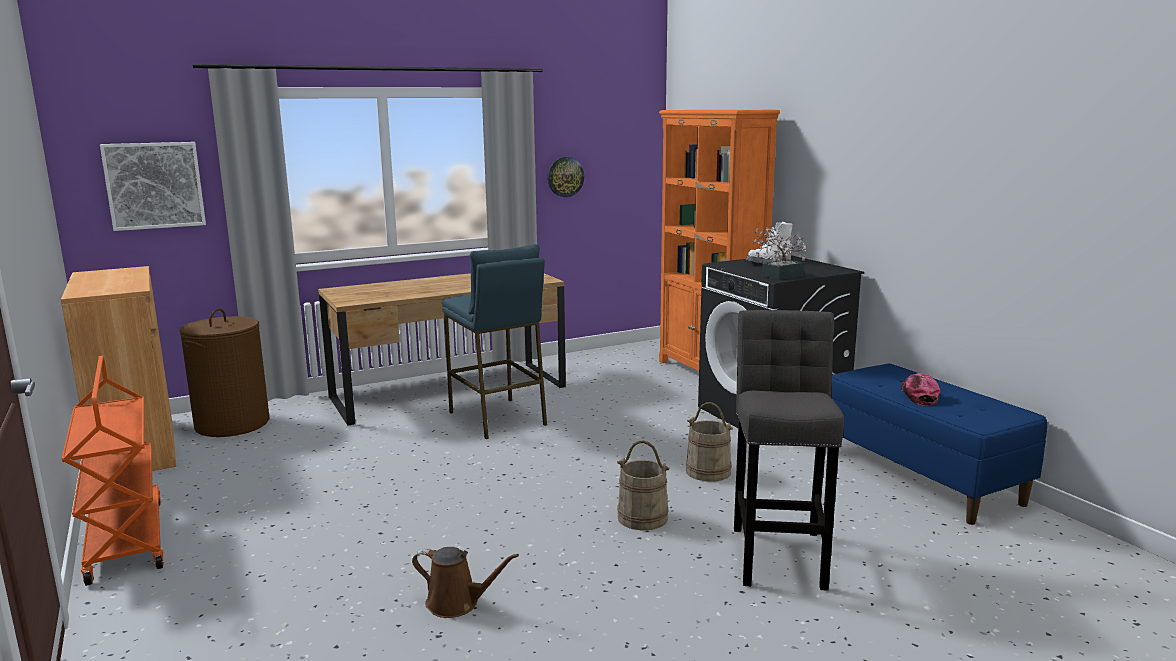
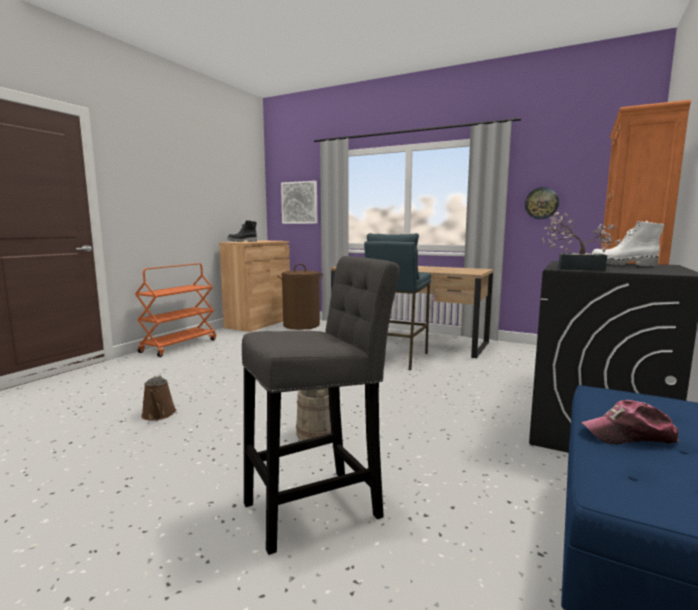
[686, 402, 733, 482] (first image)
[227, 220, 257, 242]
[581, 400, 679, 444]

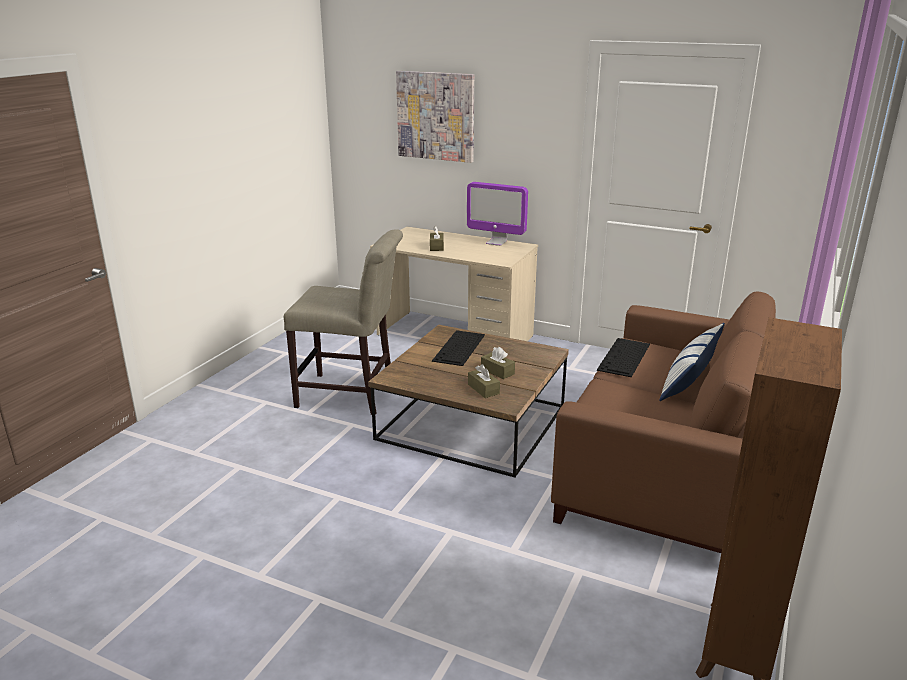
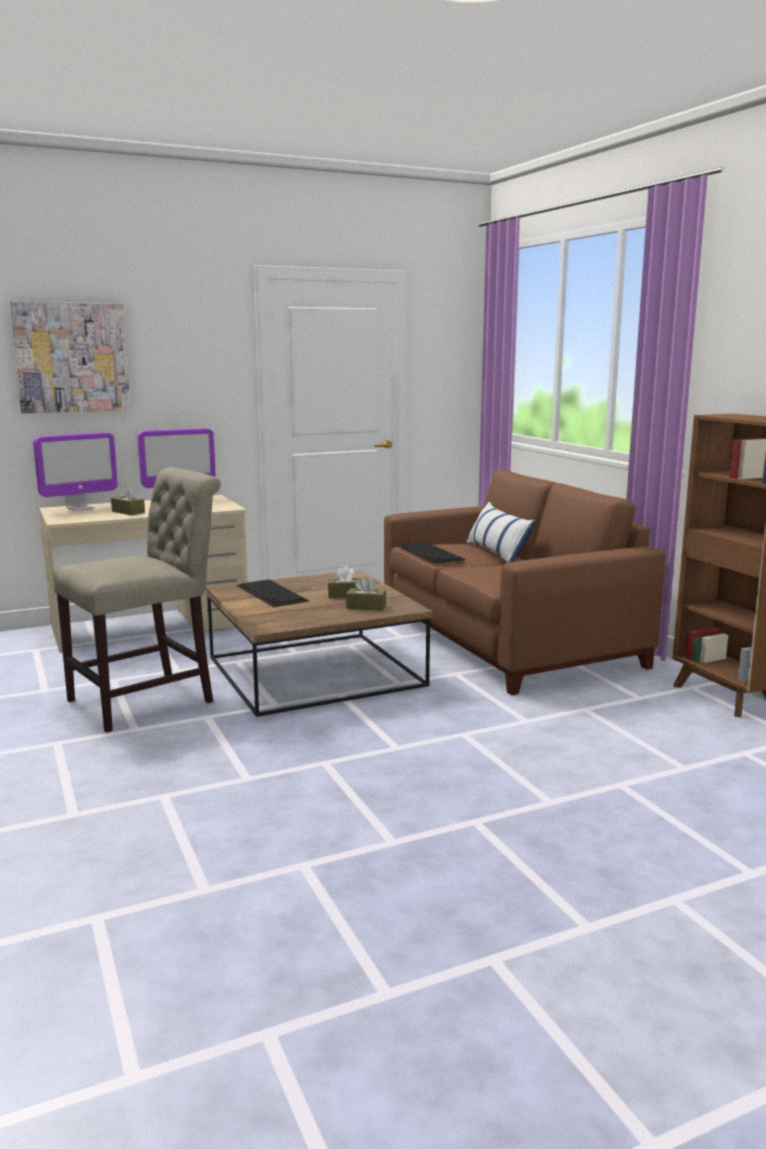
[33, 432, 118, 511]

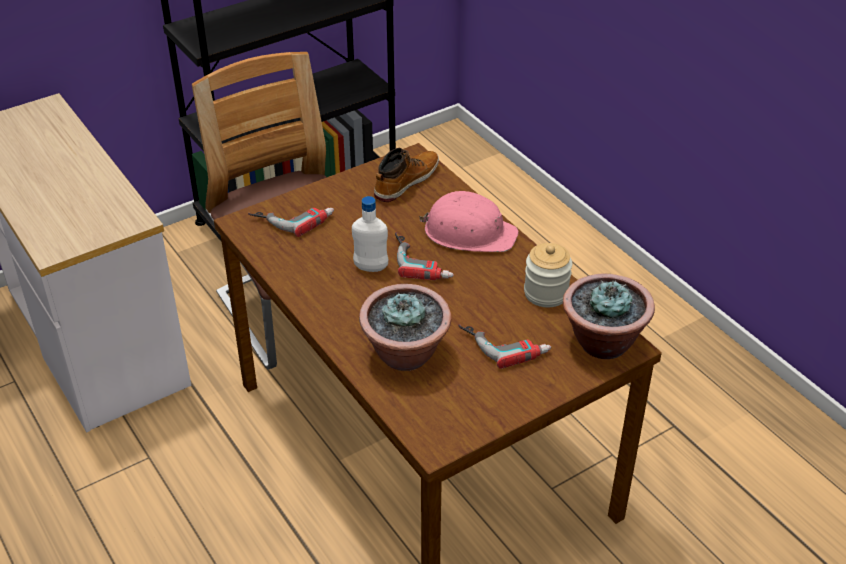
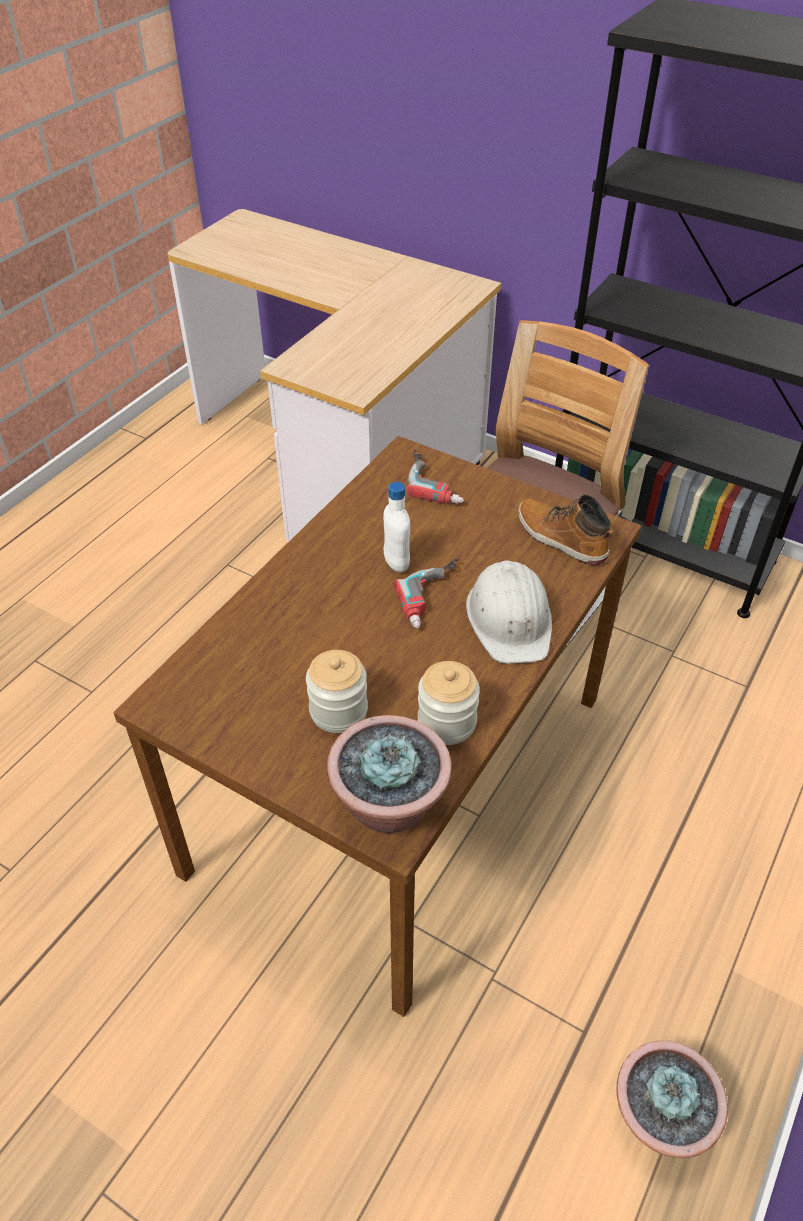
[617, 1041, 728, 1158]
[306, 650, 368, 733]
[466, 561, 552, 664]
[518, 494, 614, 565]

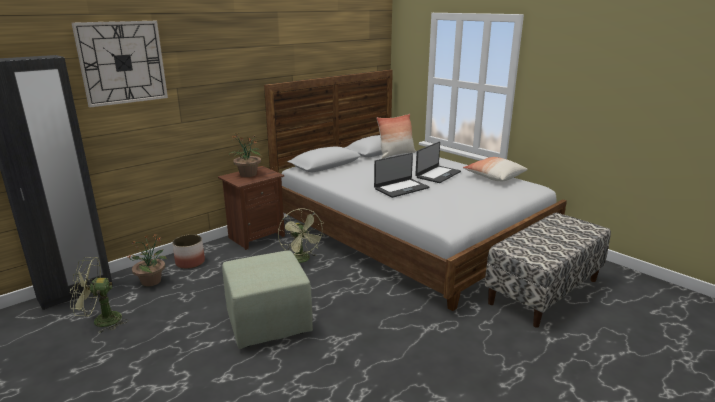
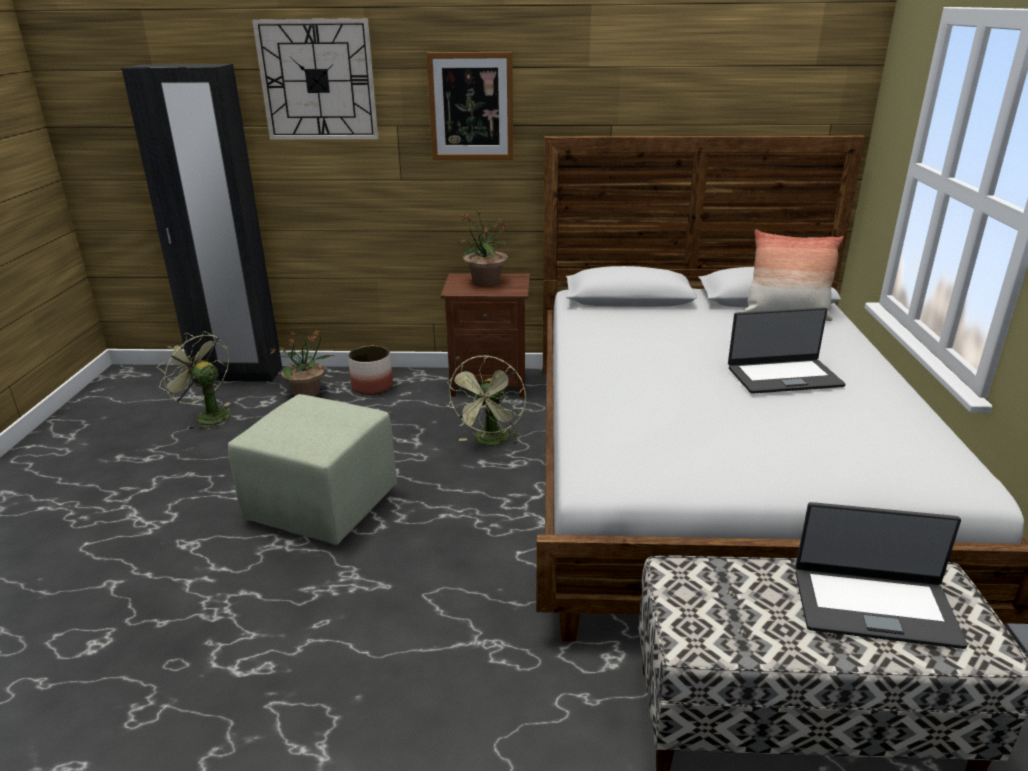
[463, 157, 528, 181] (first image)
[426, 52, 513, 160]
[796, 502, 968, 649]

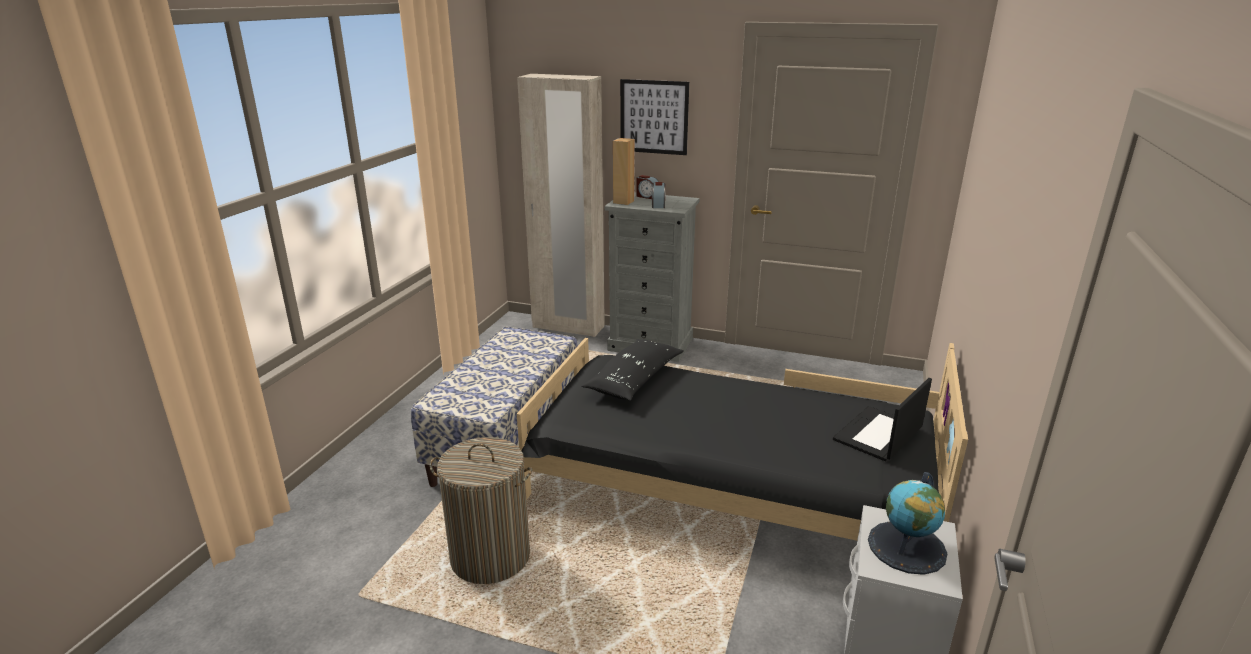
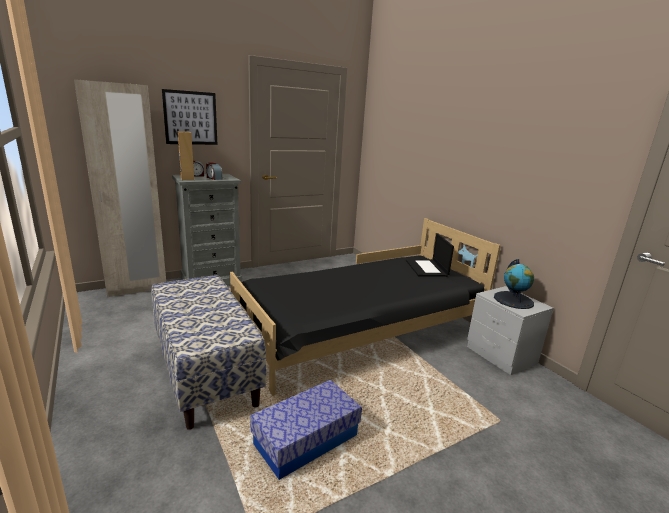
[581, 339, 684, 401] (first image)
[250, 380, 362, 480]

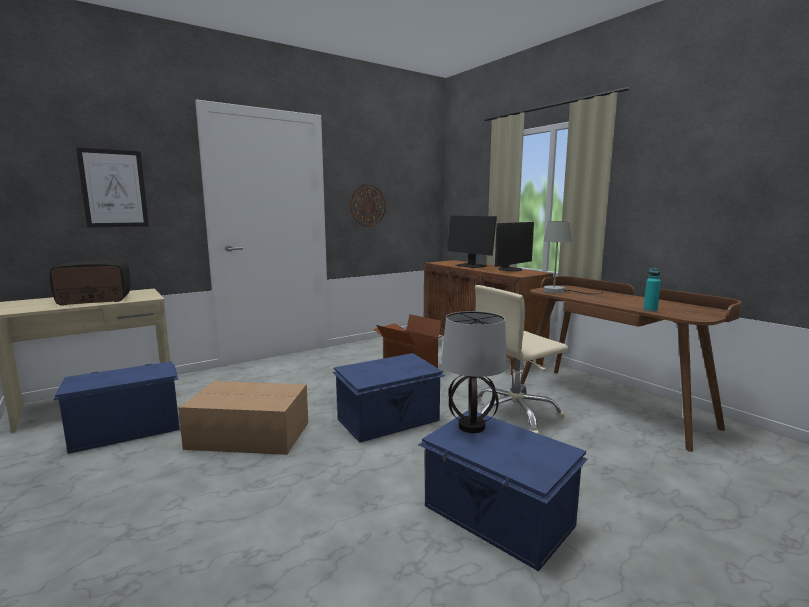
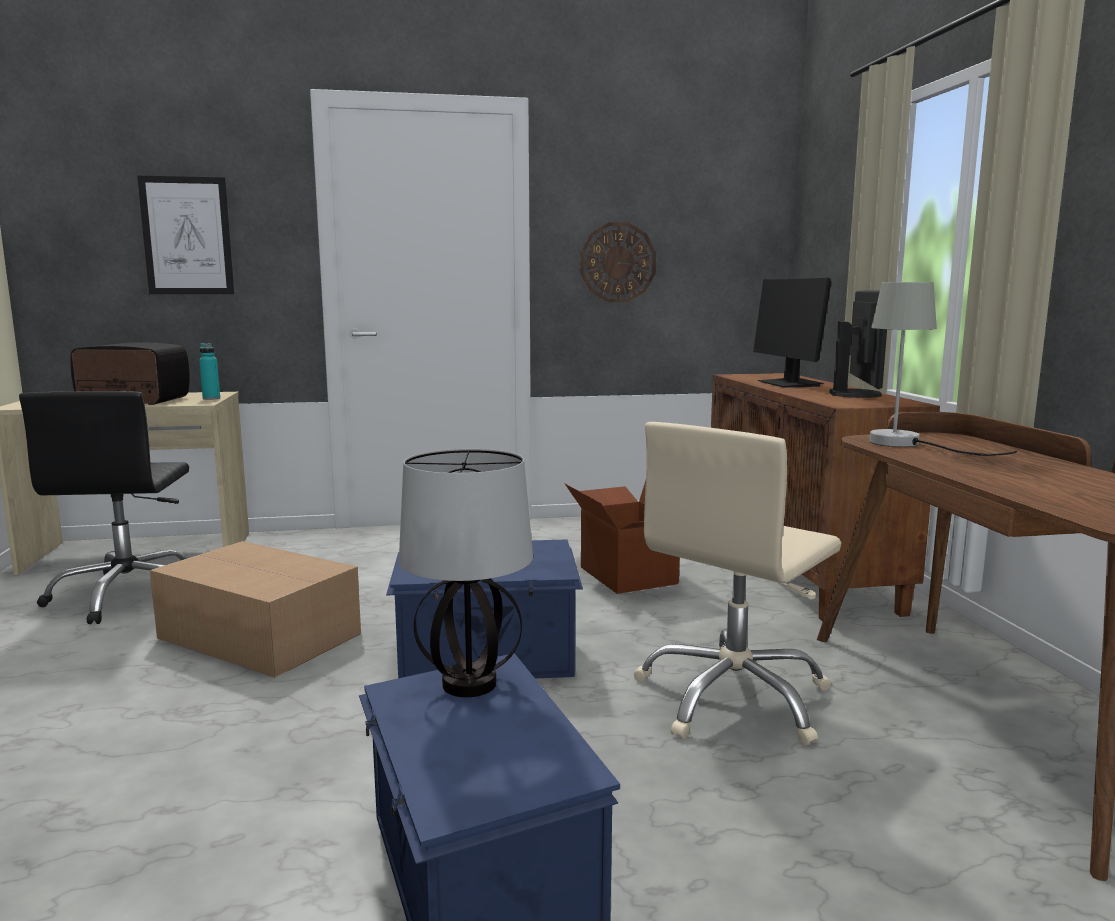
[199, 343, 220, 400]
[19, 391, 189, 624]
[634, 422, 841, 746]
[830, 291, 887, 398]

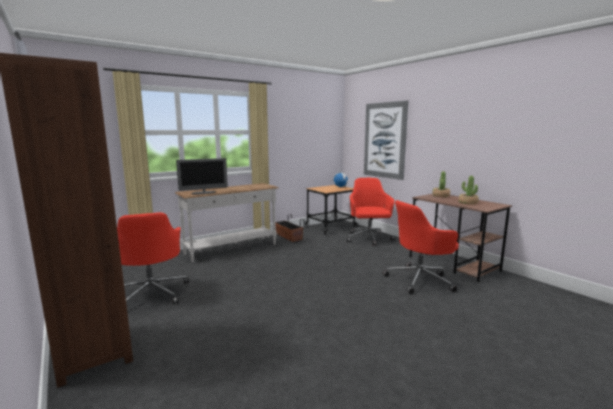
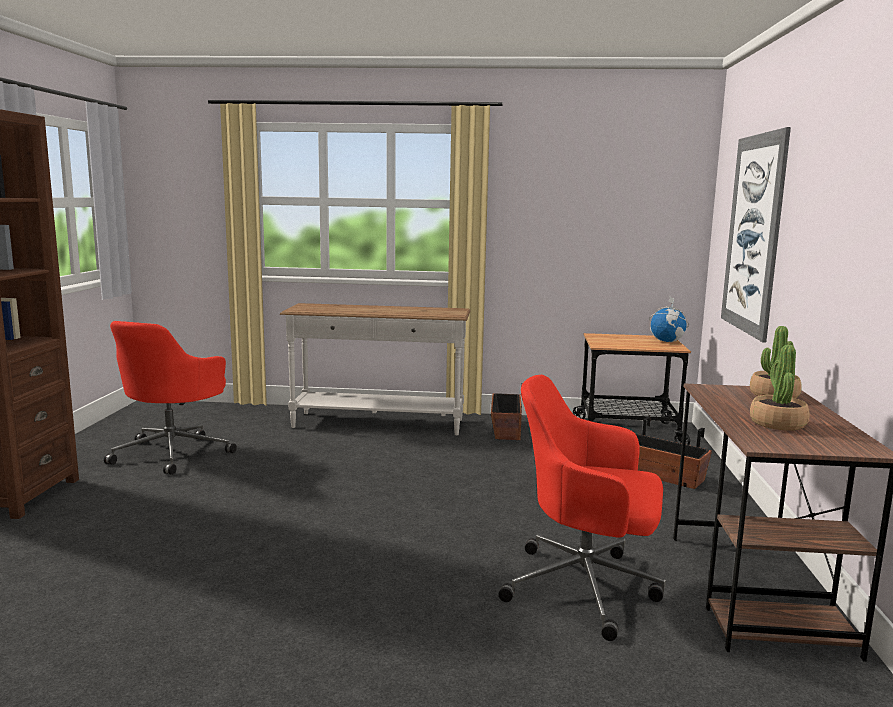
[176, 158, 228, 194] (first image)
[636, 417, 712, 489]

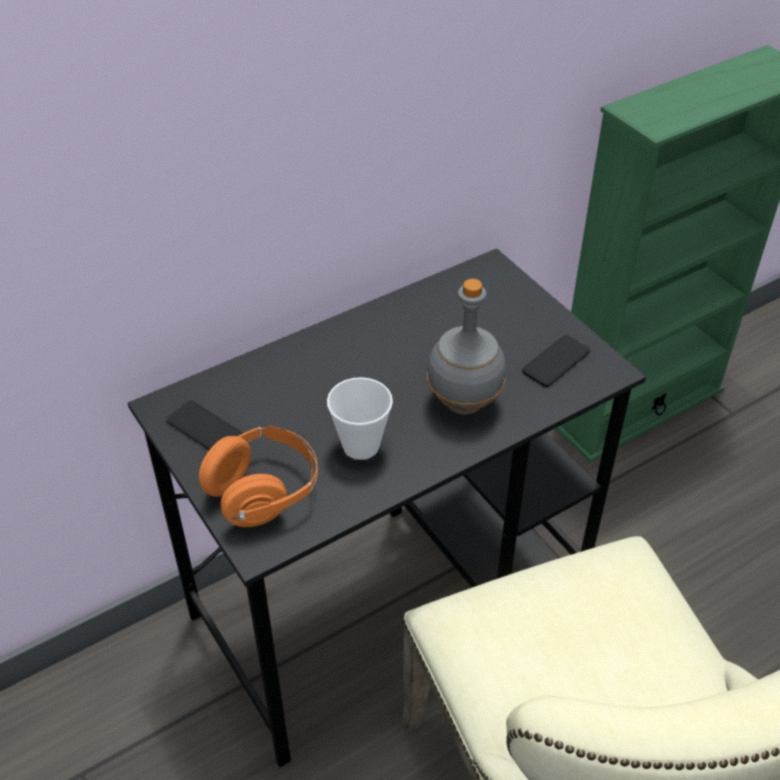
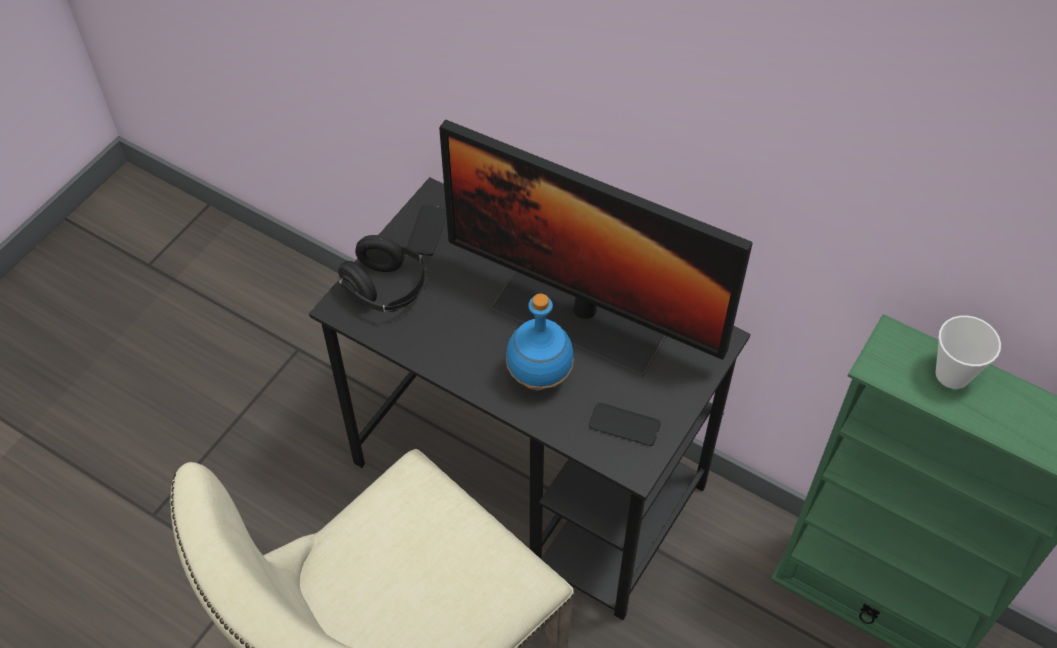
[439, 120, 753, 377]
[936, 316, 1001, 389]
[337, 235, 428, 312]
[506, 293, 574, 390]

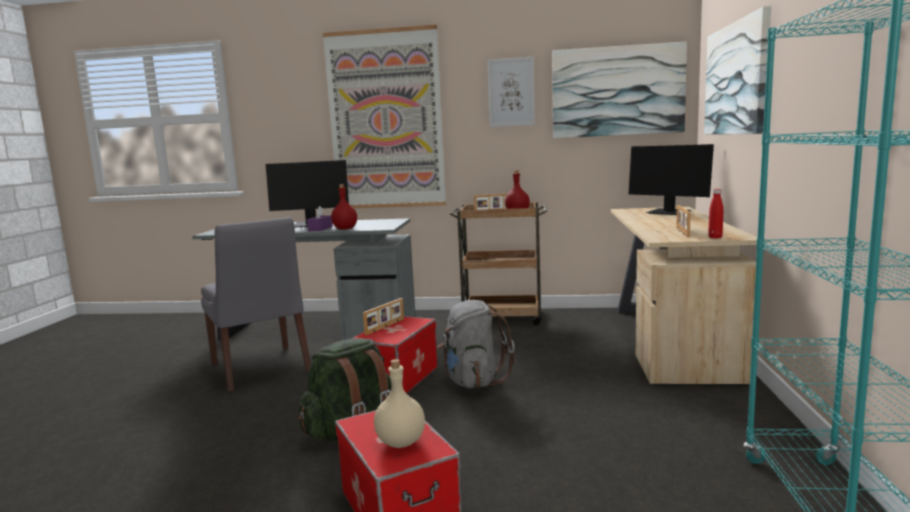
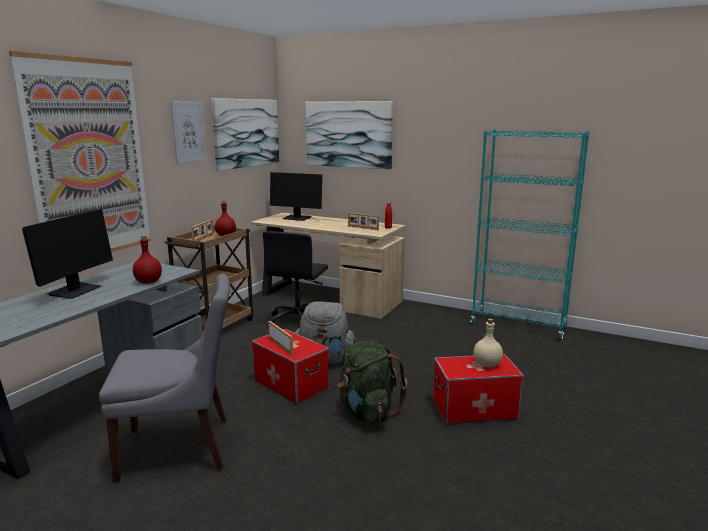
[307, 206, 333, 231] (first image)
[263, 231, 328, 328]
[270, 172, 322, 221]

